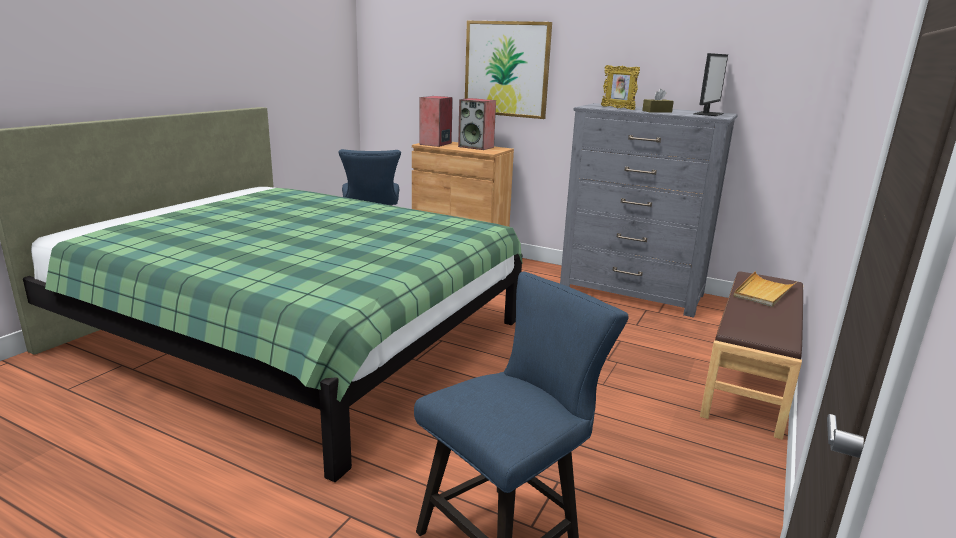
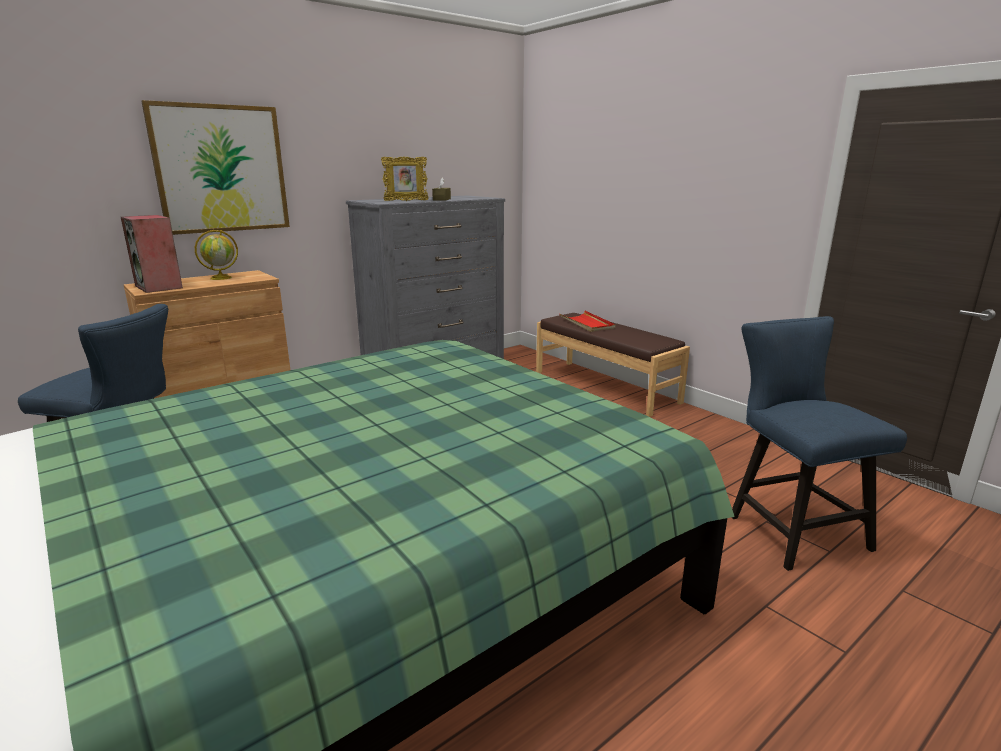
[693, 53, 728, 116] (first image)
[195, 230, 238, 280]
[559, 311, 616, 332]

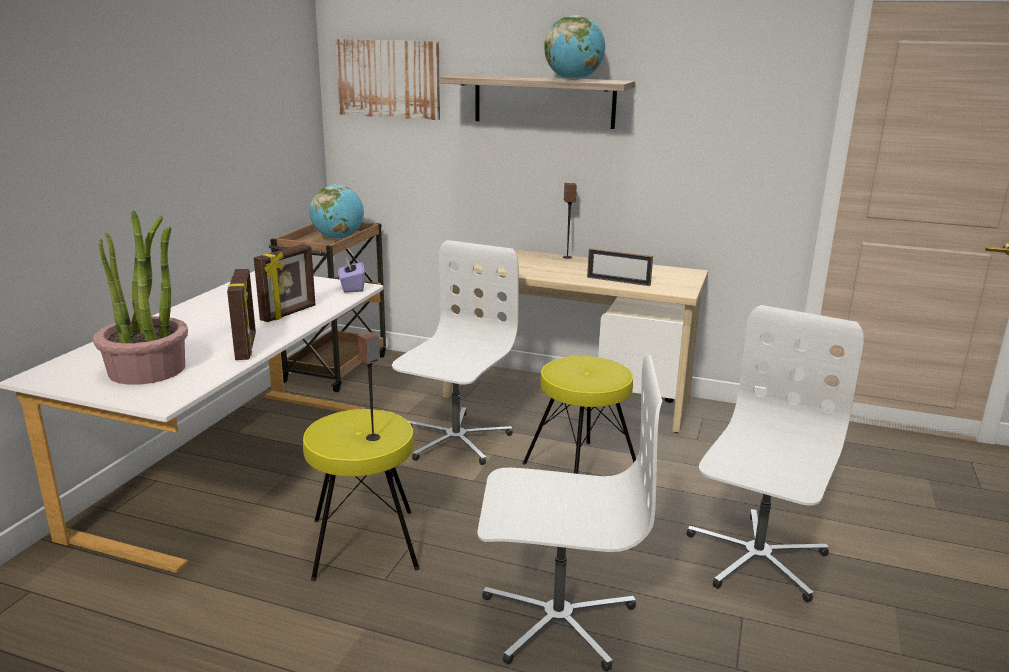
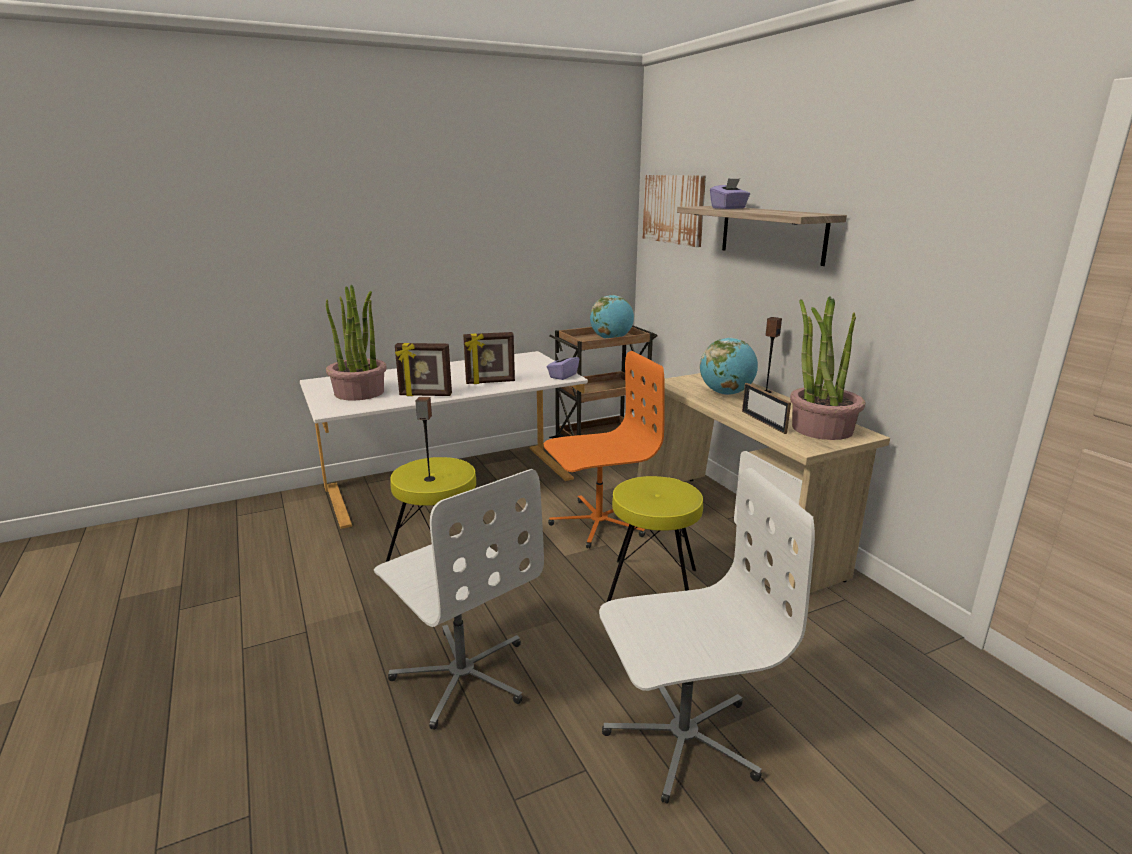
[710, 178, 750, 209]
[790, 297, 865, 440]
[700, 337, 758, 395]
[544, 351, 664, 549]
[395, 343, 452, 396]

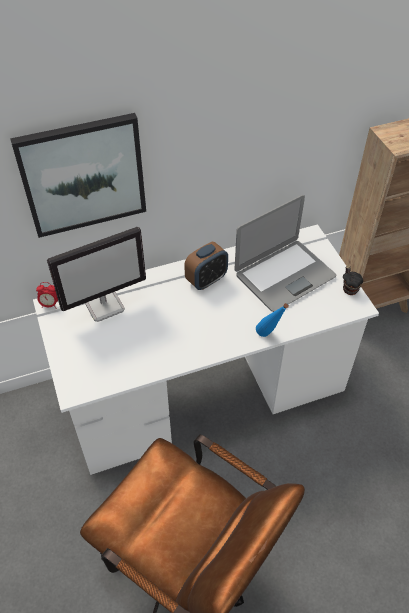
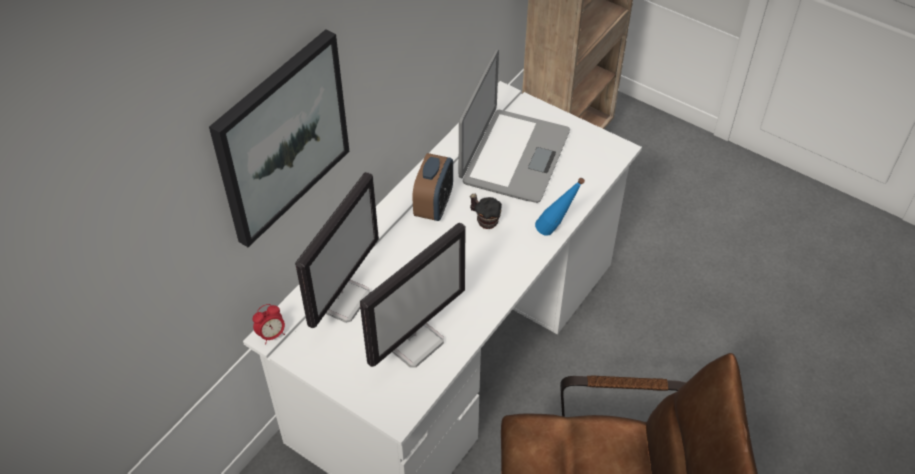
[360, 223, 465, 368]
[470, 194, 502, 229]

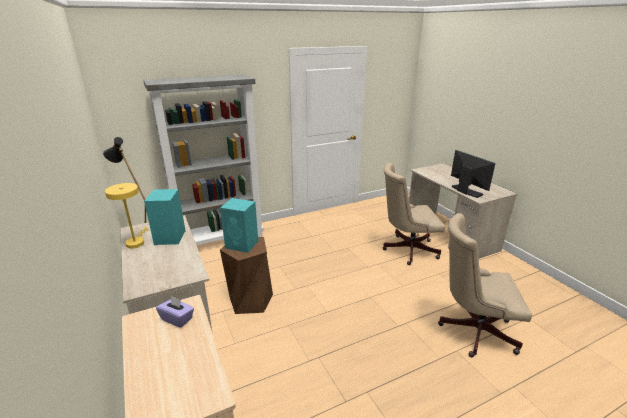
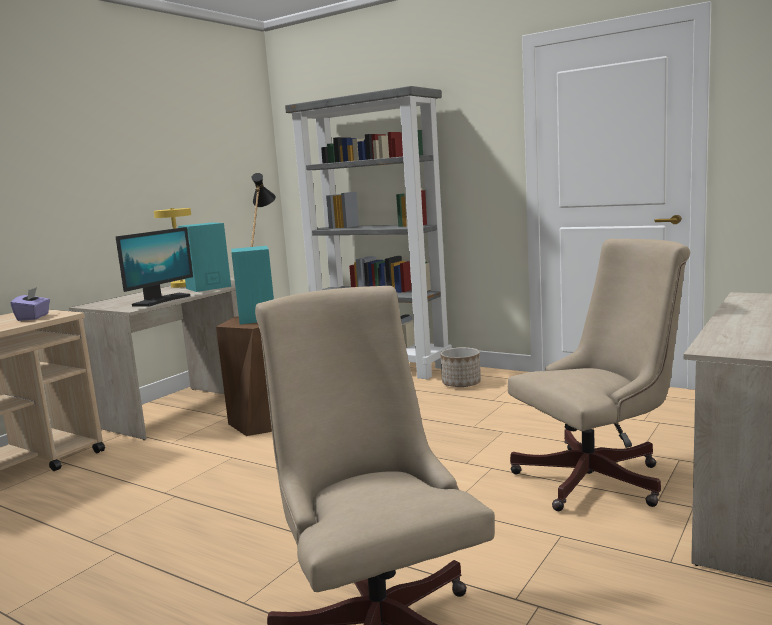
[440, 347, 481, 387]
[115, 227, 193, 307]
[508, 239, 690, 511]

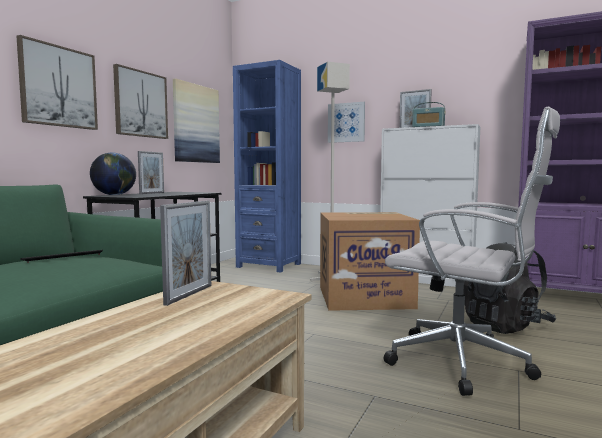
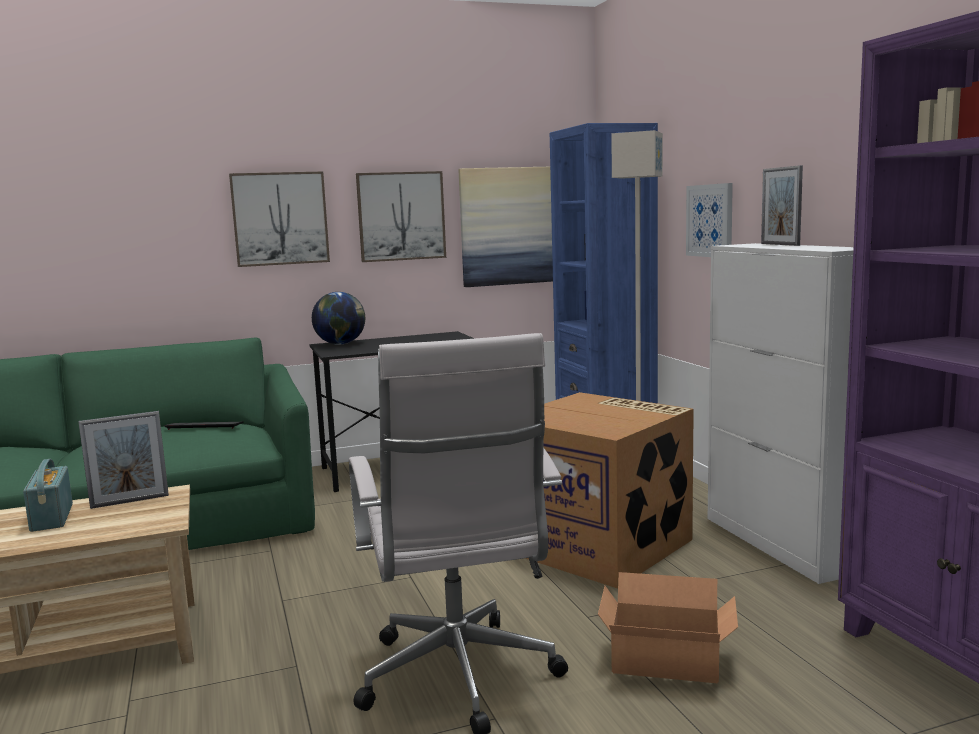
[138, 151, 164, 194] (first image)
[23, 459, 73, 532]
[598, 572, 738, 684]

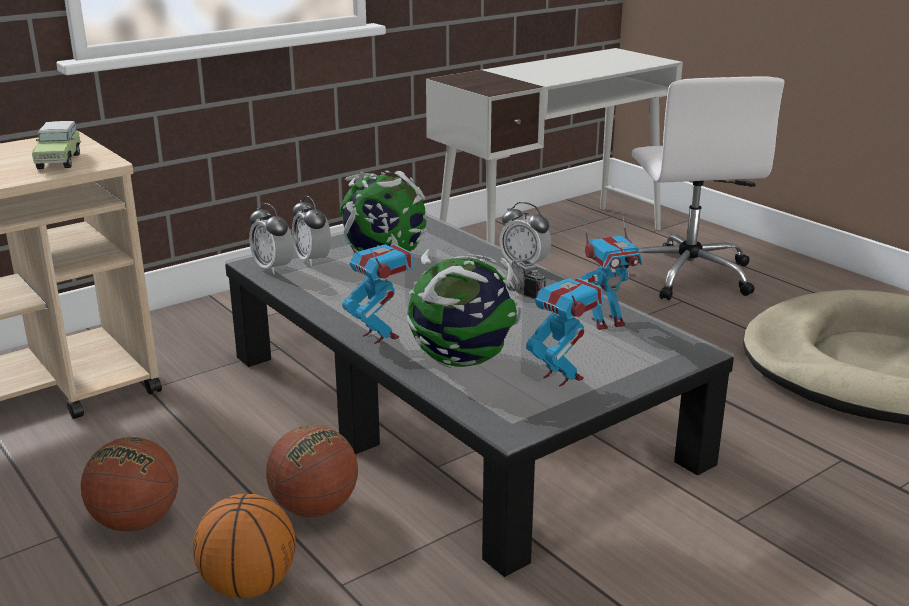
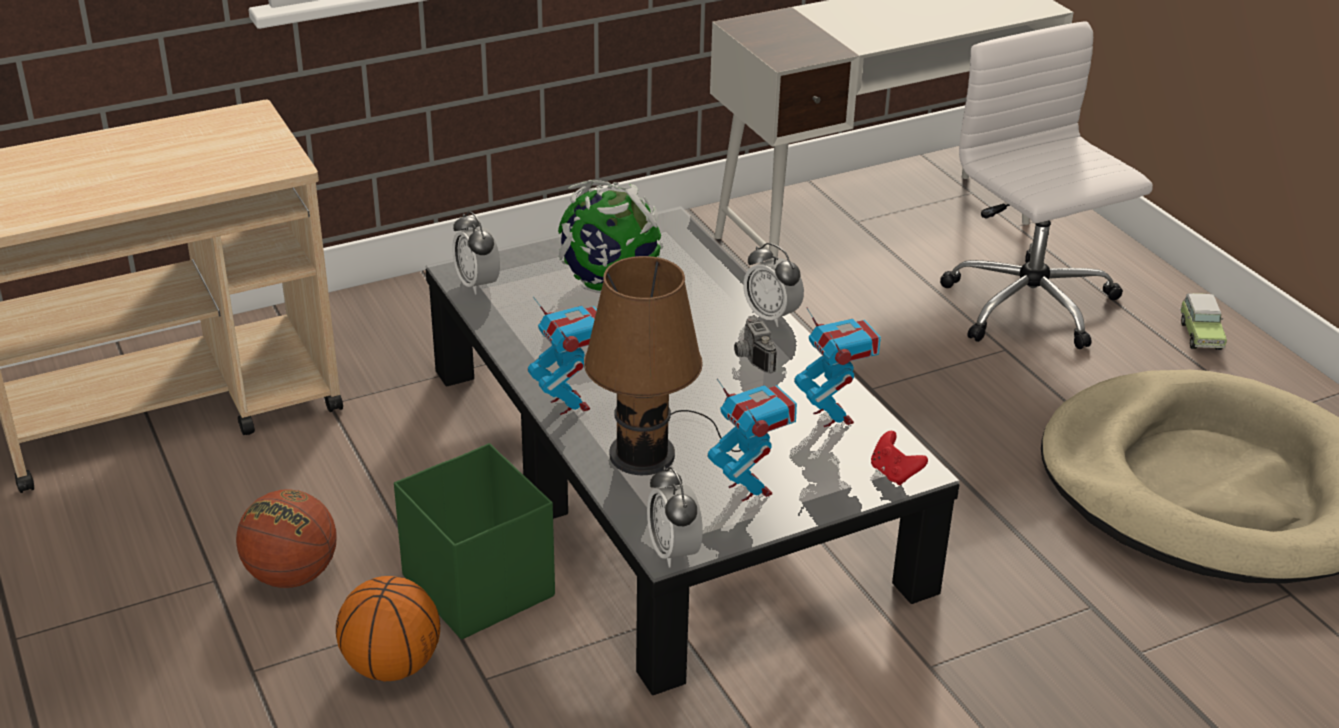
[871, 431, 928, 485]
[1180, 293, 1227, 350]
[647, 467, 703, 567]
[394, 443, 555, 640]
[584, 256, 741, 475]
[794, 308, 881, 427]
[940, 21, 1153, 349]

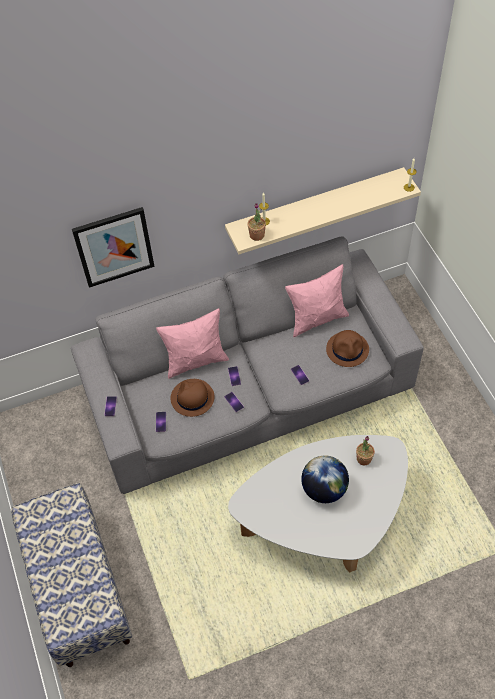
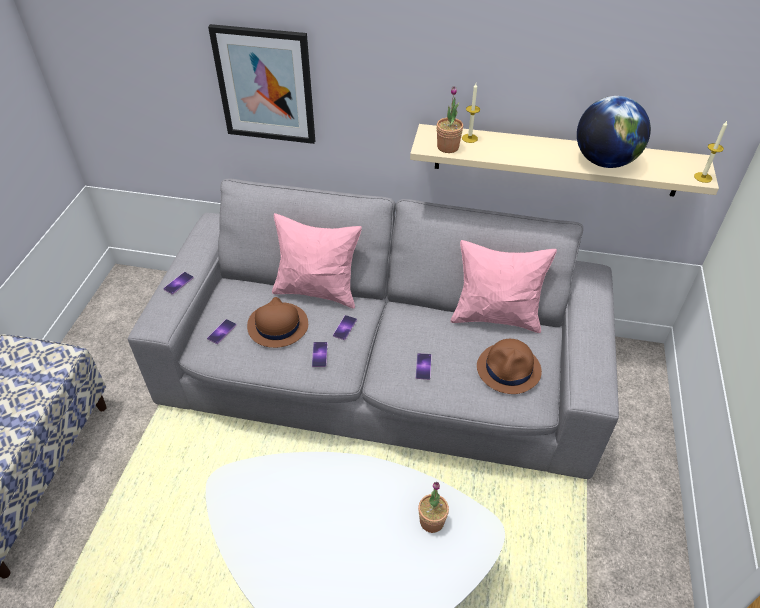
[577, 96, 651, 168]

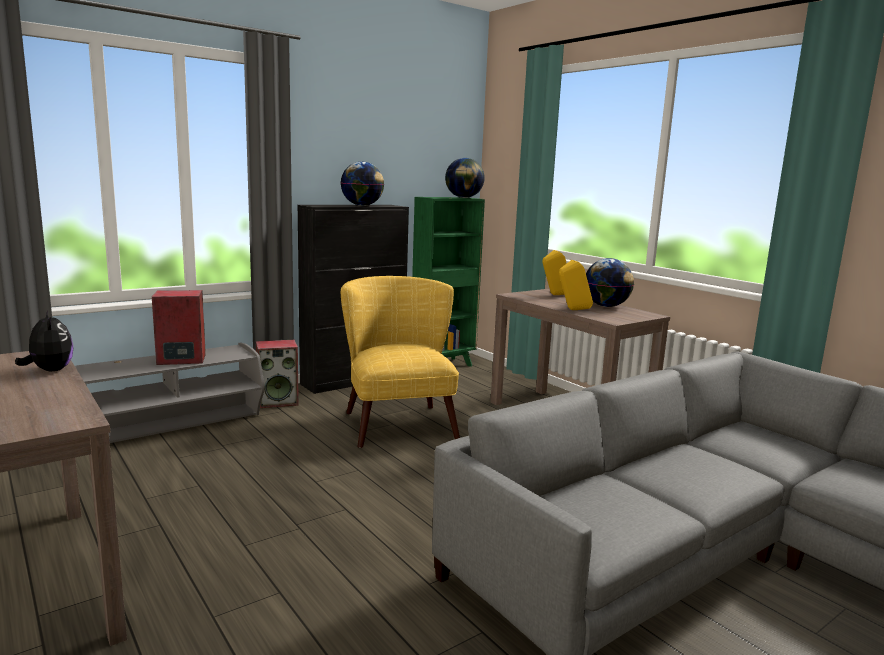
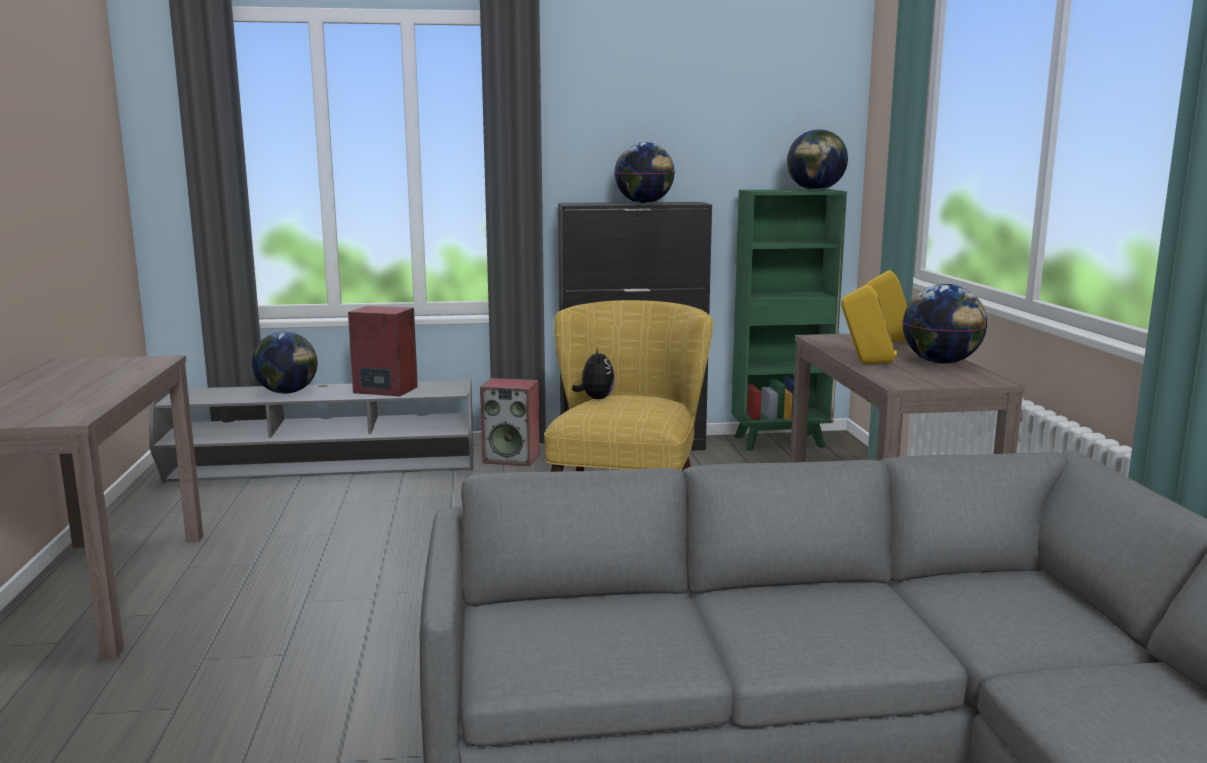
[252, 332, 318, 394]
[572, 348, 615, 399]

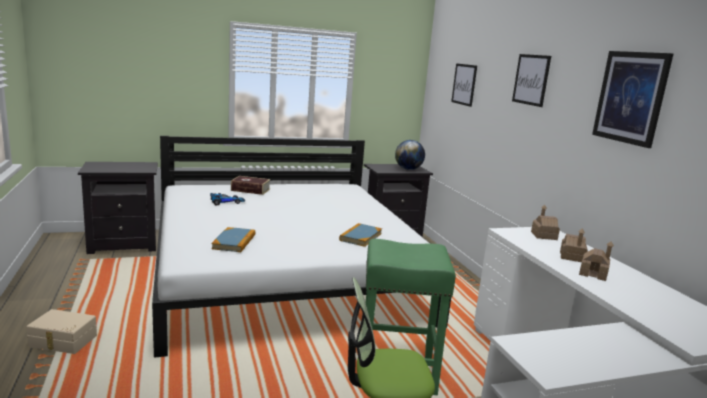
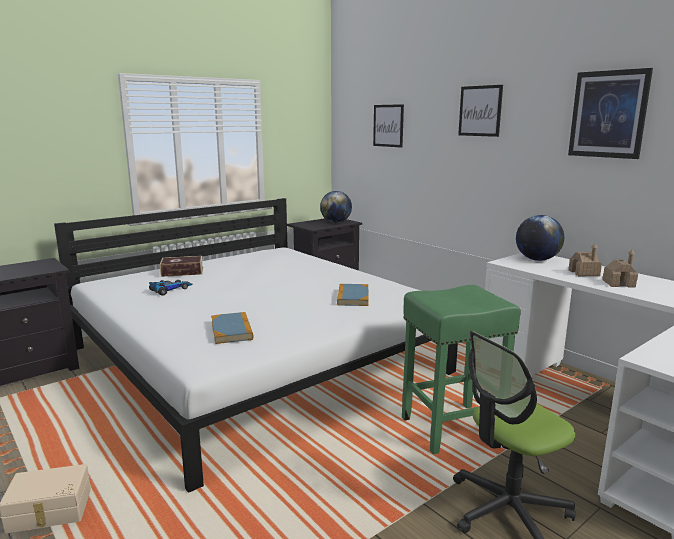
[516, 215, 564, 261]

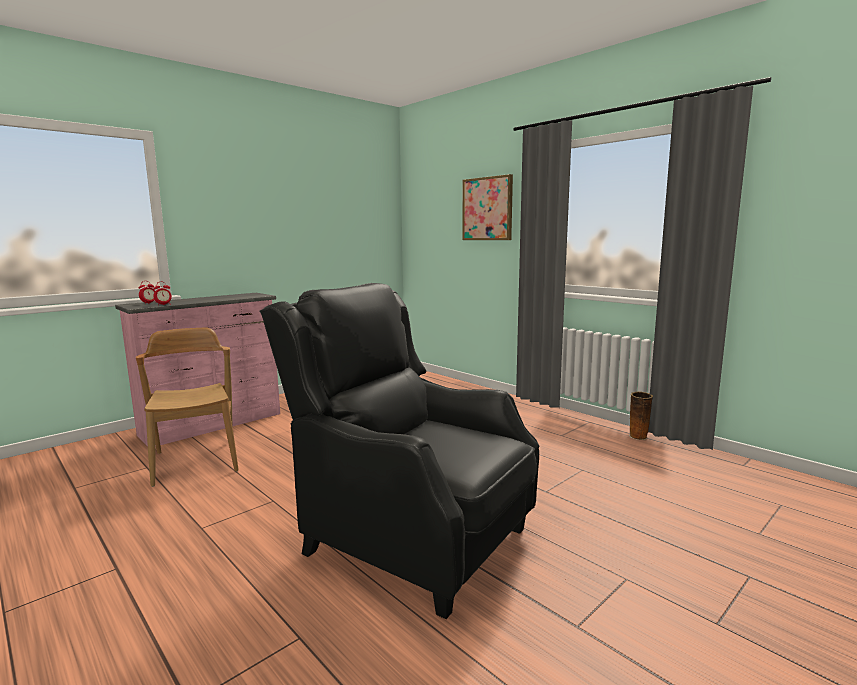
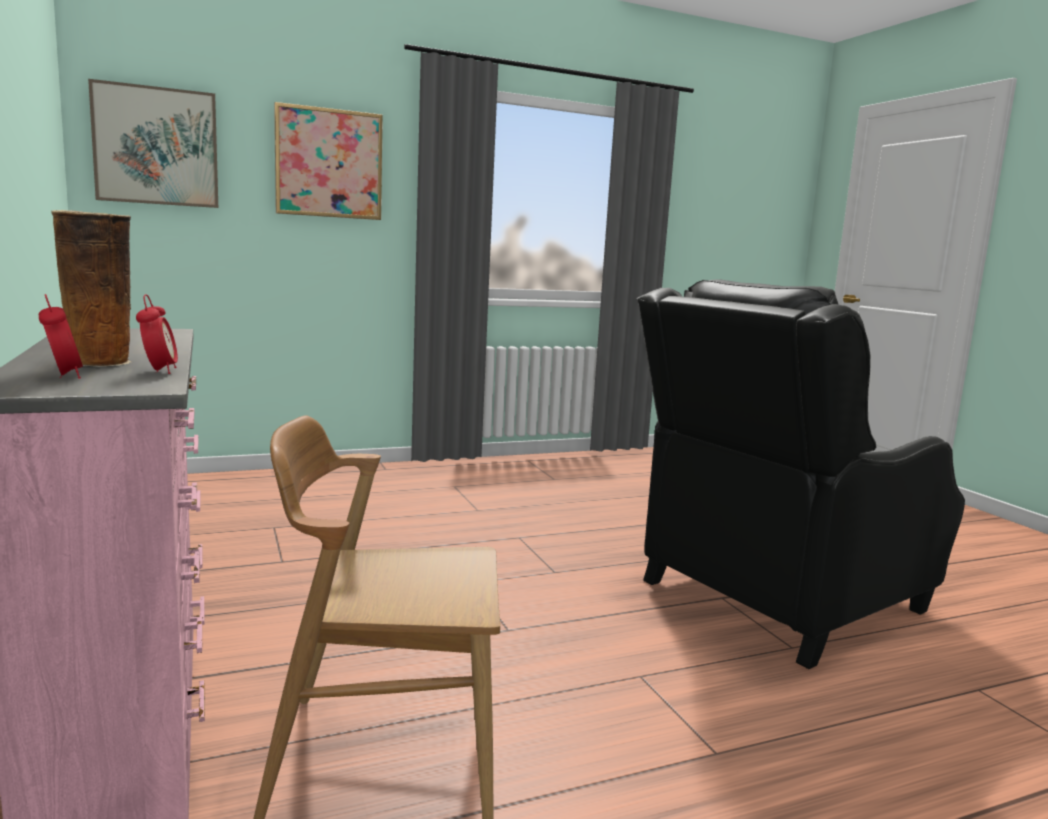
[88, 79, 218, 208]
[51, 210, 131, 367]

